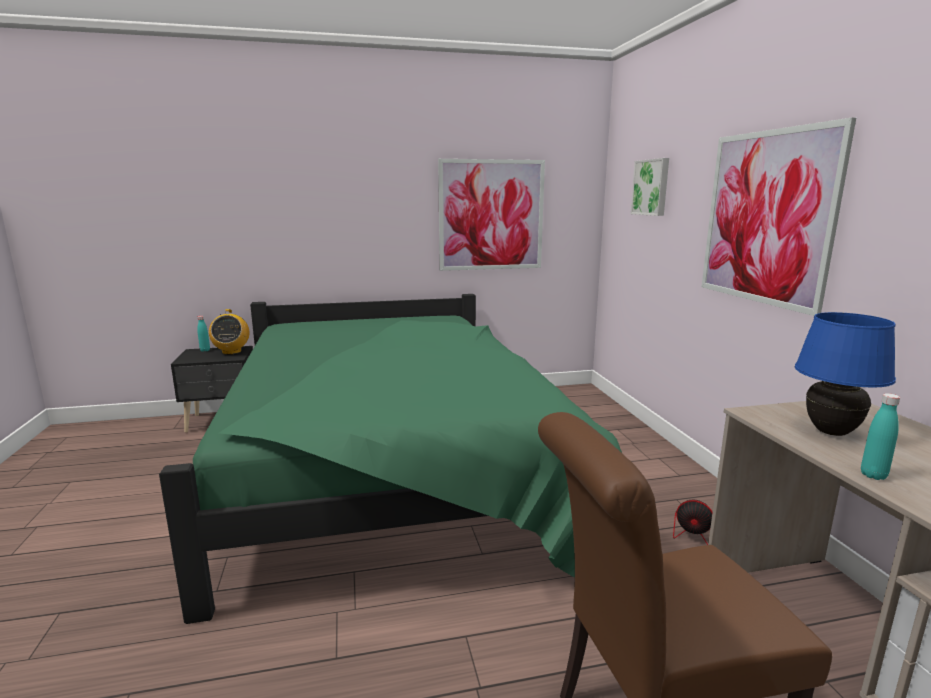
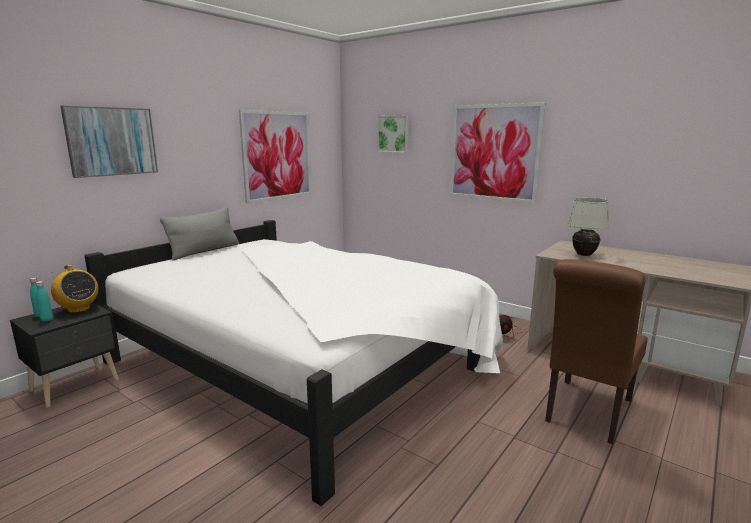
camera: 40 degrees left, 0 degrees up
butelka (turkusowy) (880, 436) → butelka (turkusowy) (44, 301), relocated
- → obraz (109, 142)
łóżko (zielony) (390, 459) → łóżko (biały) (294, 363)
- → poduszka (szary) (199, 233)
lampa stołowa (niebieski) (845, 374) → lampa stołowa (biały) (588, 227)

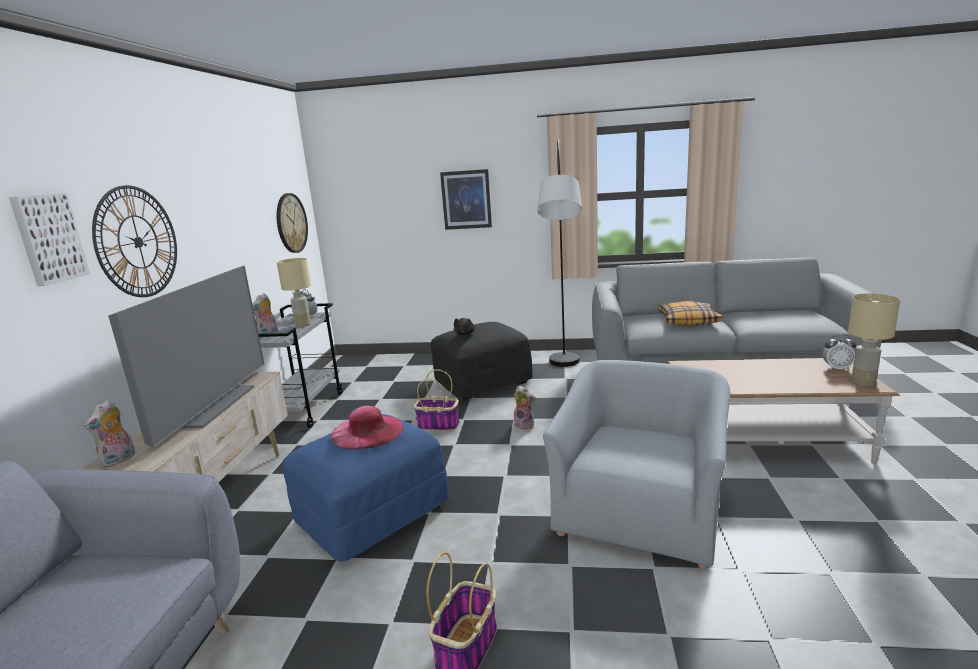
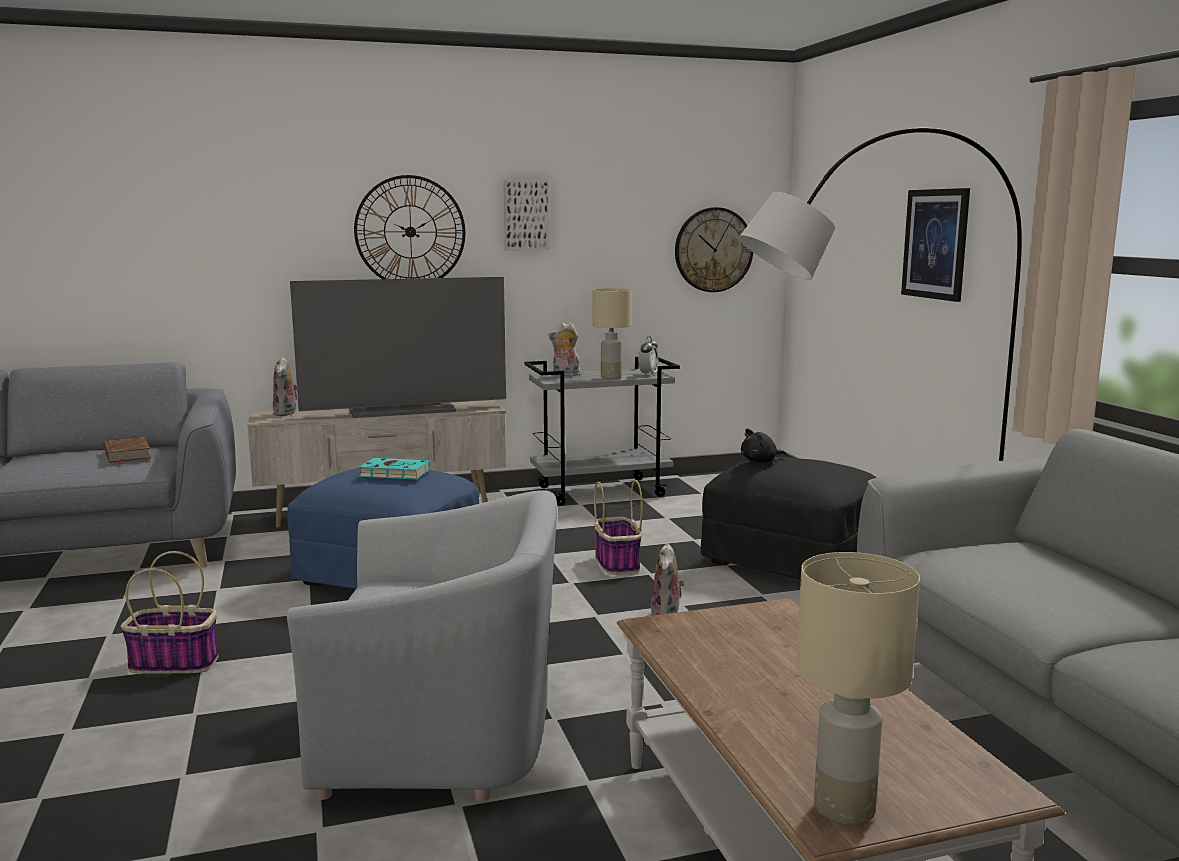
camera: 65 degrees right, 5 degrees down
- → książka (brązowy) (127, 450)
pluszak (109, 434) → pluszak (285, 386), 90 degrees counterclockwise
kapelusz (różowy) (366, 427) → książka (turkusowy) (393, 469)
obraz (49, 239) → obraz (526, 215), relocated
poduszka (690, 313) → -
budzik (839, 352) → -

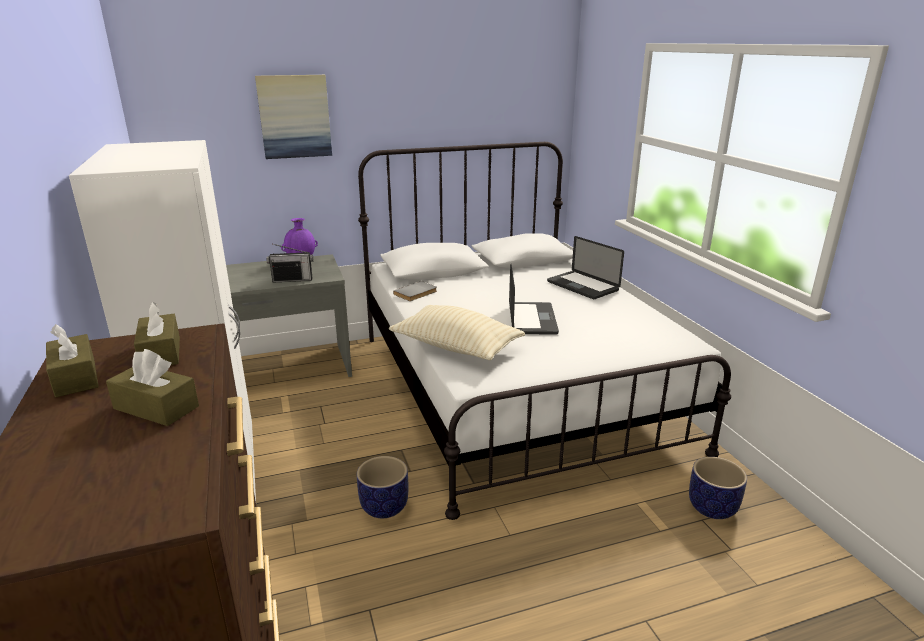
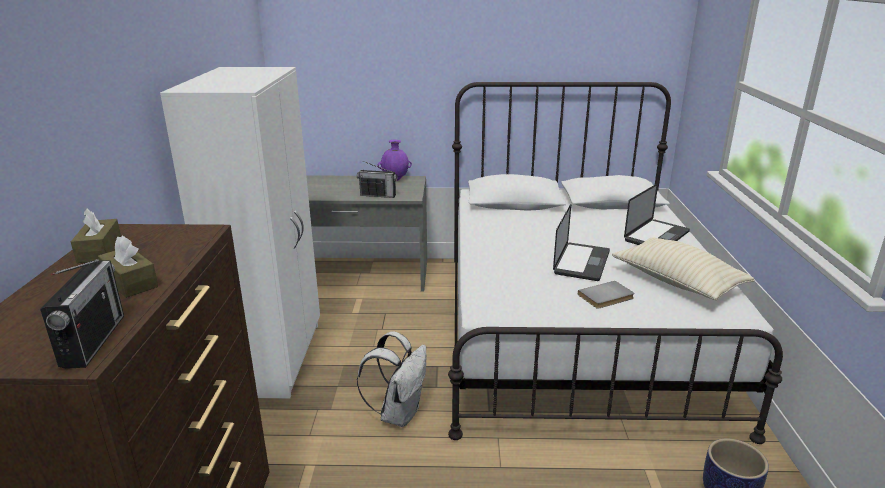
camera: 20 degrees right, 0 degrees up
- → radio (82, 314)
donica (382, 487) → plecak (biały) (392, 379)
książka (szary) (415, 291) → książka (szary) (606, 295), relocated
poduszka (beżowy) (457, 332) → poduszka (beżowy) (683, 269), relocated
laptop (585, 267) → laptop (657, 214), 120 degrees counterclockwise
pudełko chusteczek (brązowy) (157, 333) → -
obraz (293, 117) → -

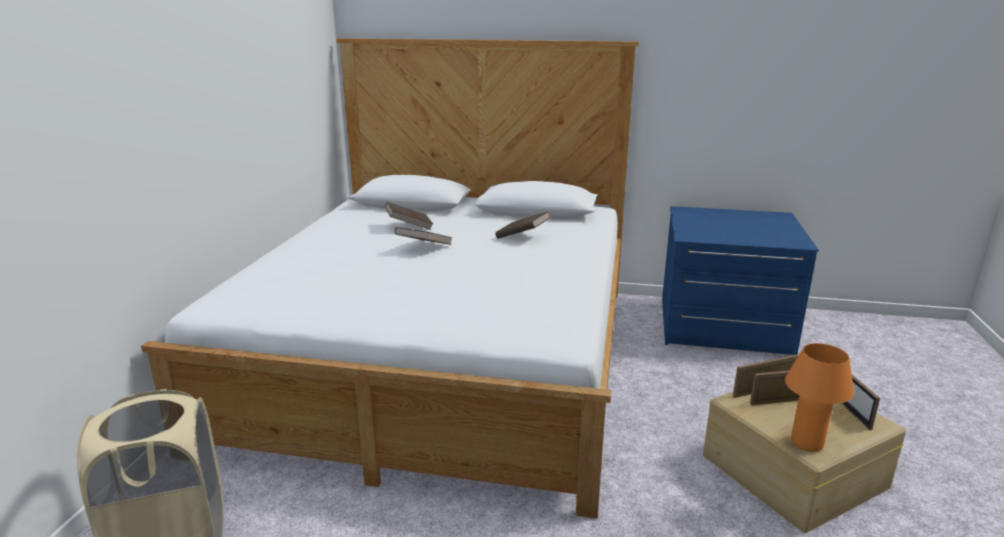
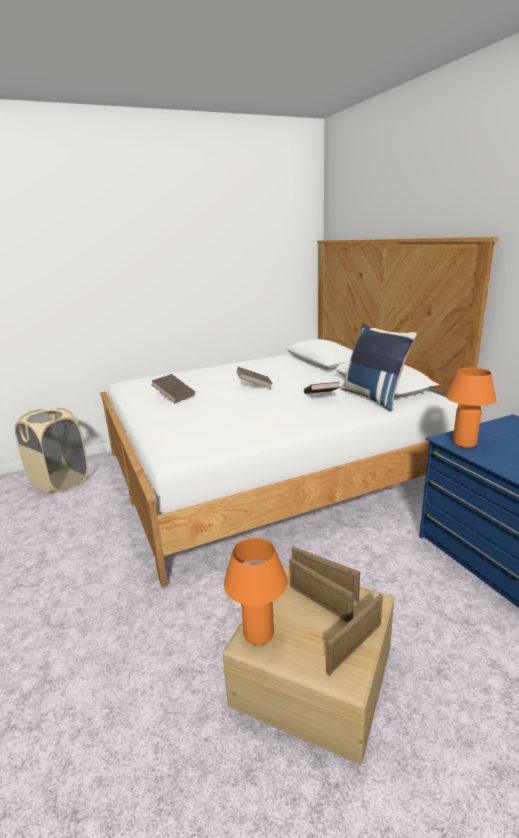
camera: 55 degrees right, 0 degrees up
książka (brązowy) (409, 216) → książka (brązowy) (173, 388), relocated
- → poduszka (niebieski) (379, 367)
- → lampa stołowa (pomarańczowy) (471, 408)

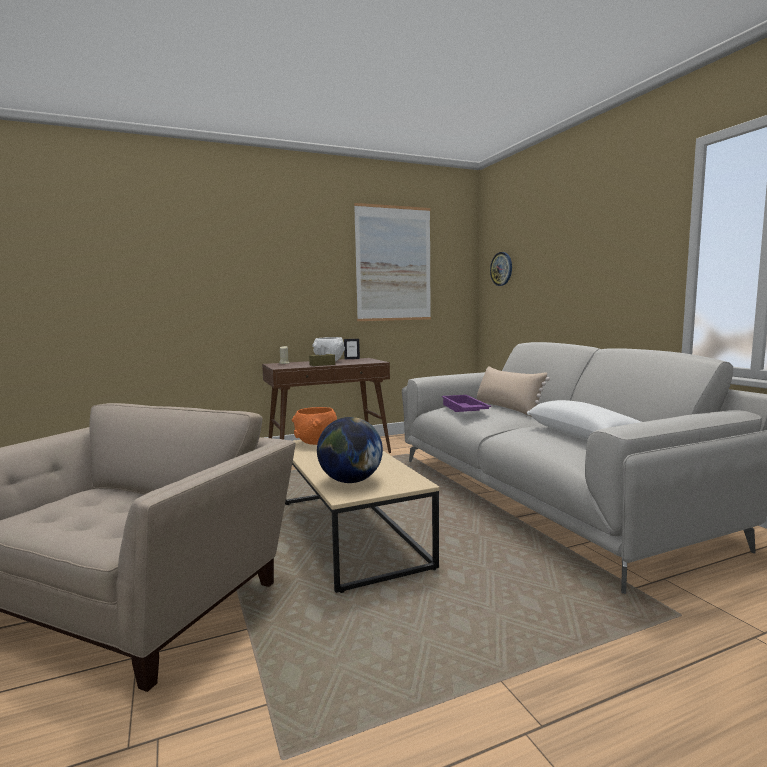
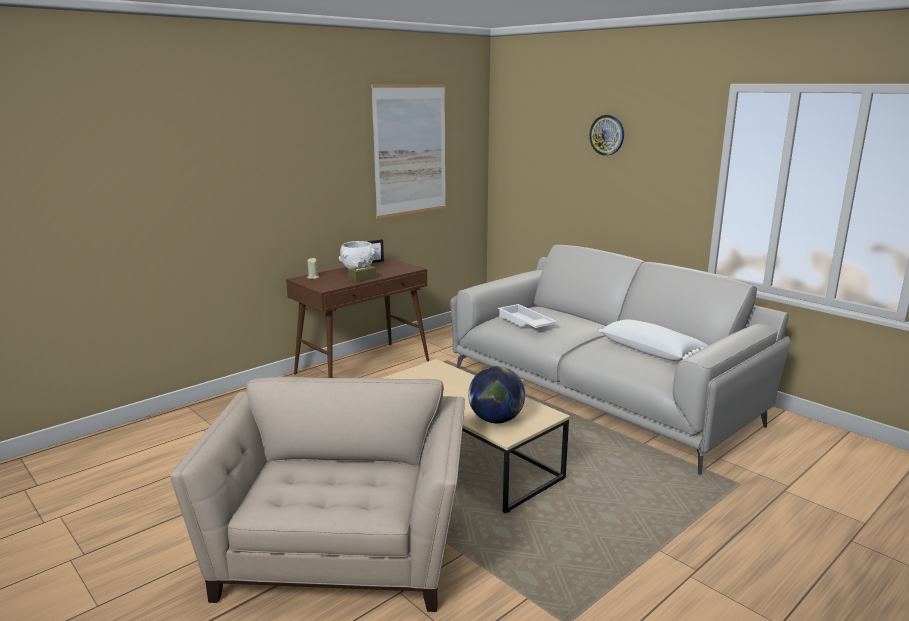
camera: 20 degrees left, 10 degrees up
taca (fioletowy) (466, 403) → taca (biały) (527, 316)
zegar ścienny (501, 269) → zegar ścienny (606, 135), relocated
miska (pomarańczowy) (314, 426) → -
poduszka (beżowy) (513, 391) → -

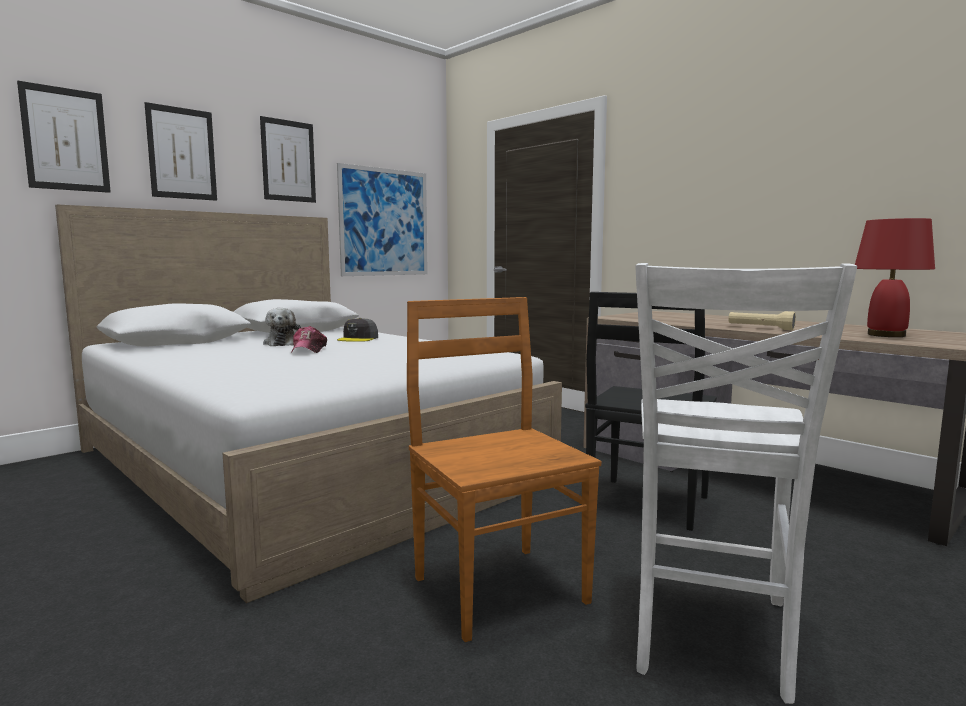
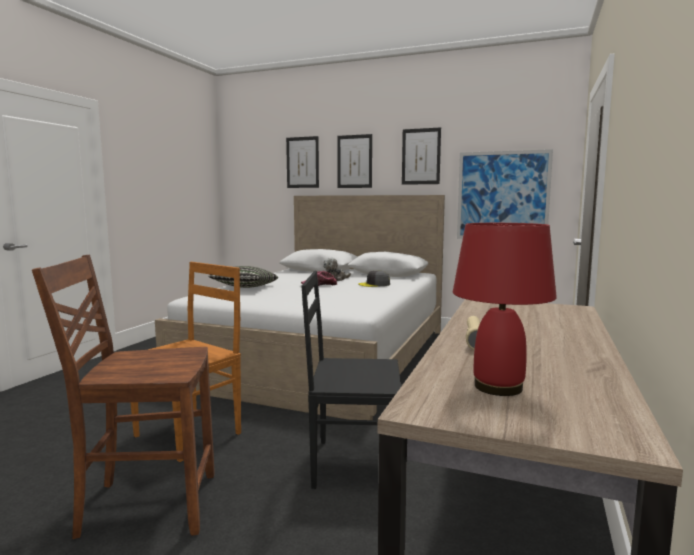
camera: 65 degrees right, 0 degrees up
krzesło (biały) (746, 483) → krzesło (brązowy) (123, 397)
- → poduszka (243, 277)

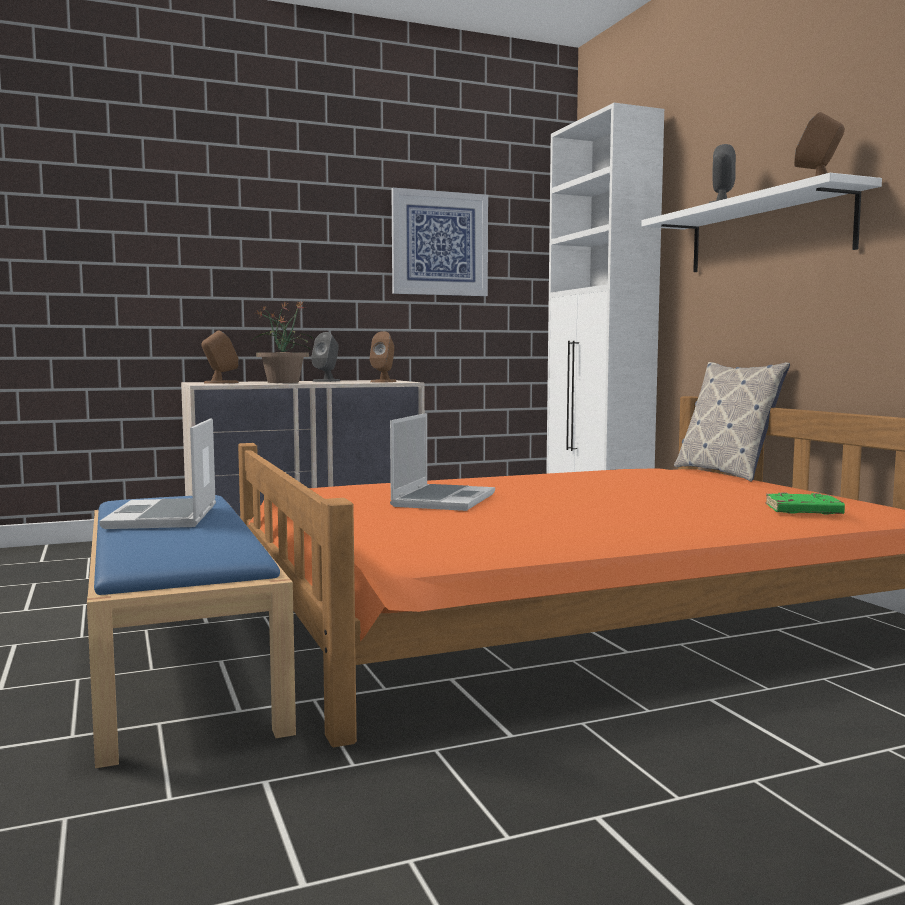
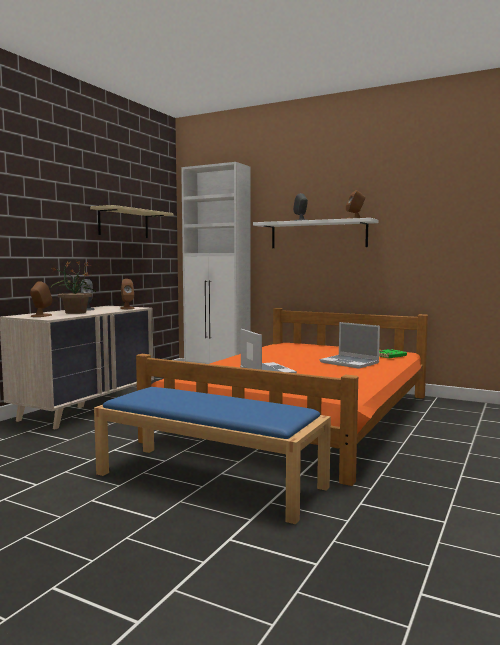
camera: 40 degrees left, 0 degrees up
obraz (439, 242) → półka (beżowy) (132, 221)
laptop (158, 473) → laptop (350, 345), relocated
poduszka (732, 422) → -

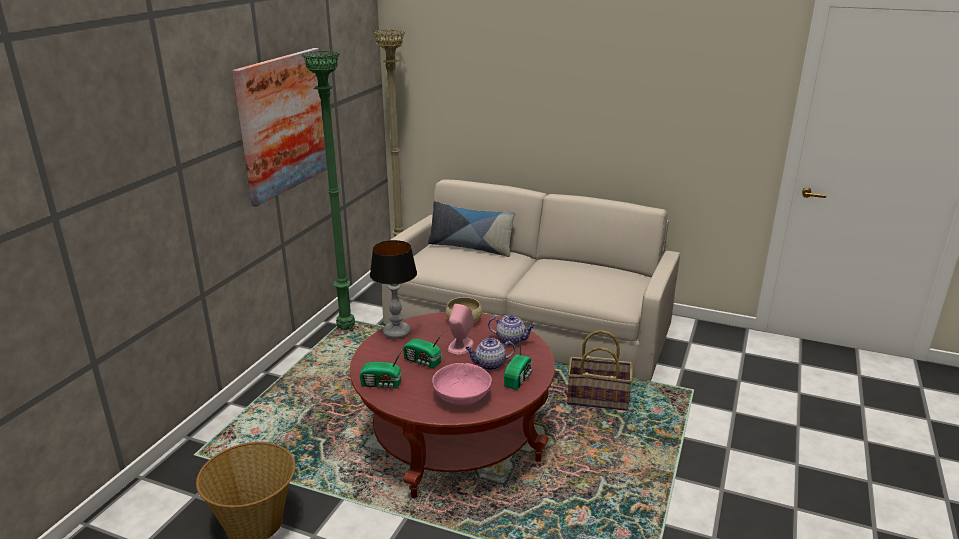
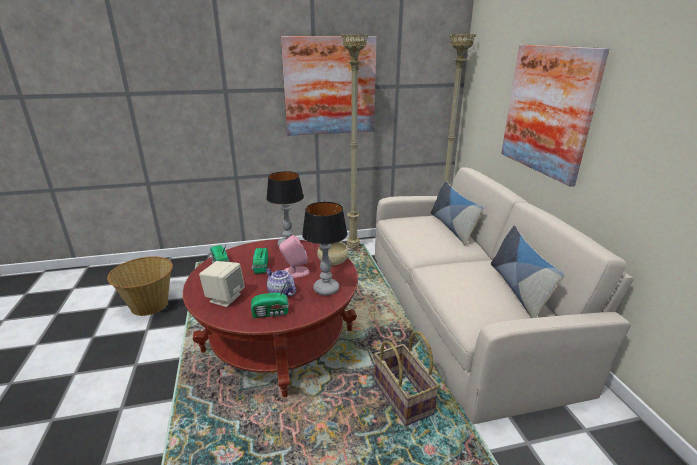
camera: 55 degrees right, 0 degrees up
miska (różowy) (462, 384) → głośnik (beżowy) (222, 284)
imbryk (511, 330) → lampa stołowa (324, 249)
lampa stojąca (zielony) (328, 190) → lampa stojąca (beżowy) (355, 141)
- → poduszka (528, 271)
- → obraz (555, 115)

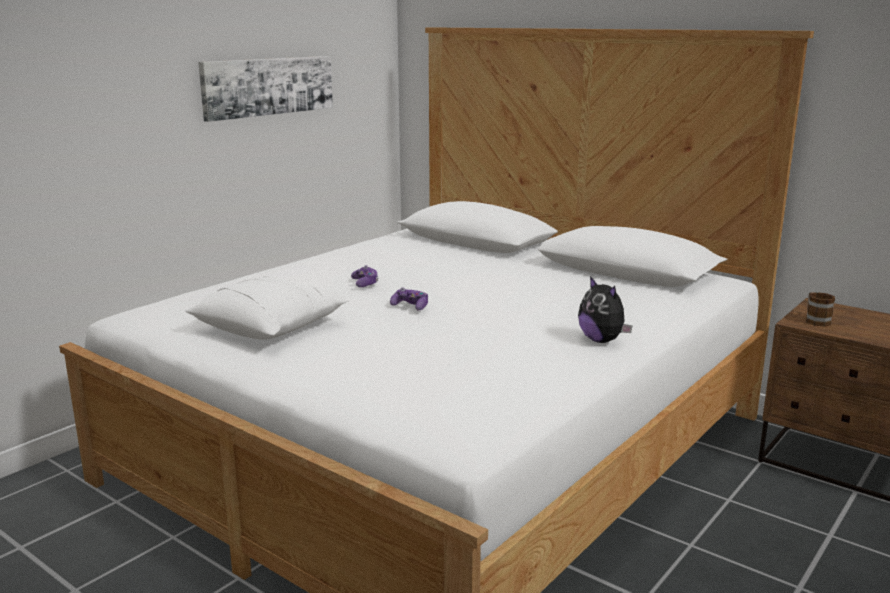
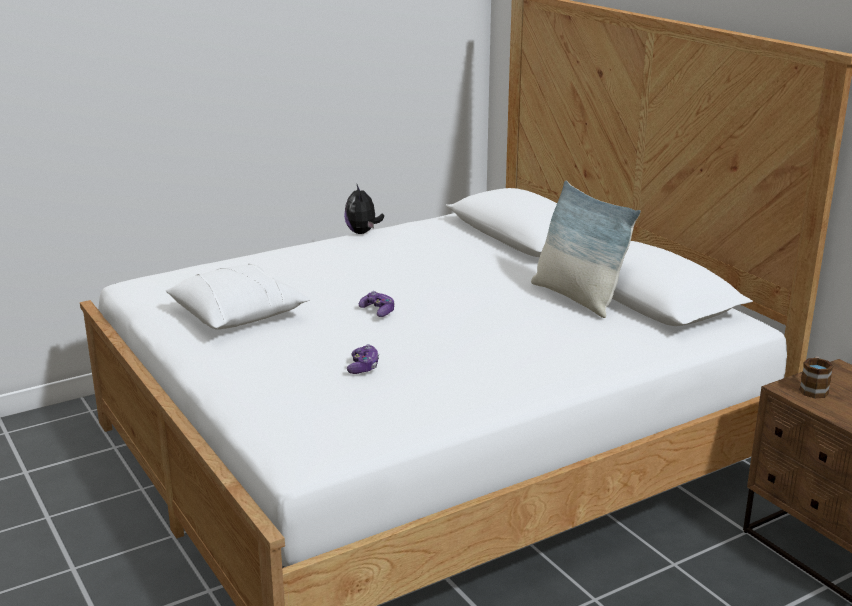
camera: 20 degrees right, 5 degrees up
pluszak (605, 309) → pluszak (364, 208), relocated
pad do gier (365, 276) → pad do gier (363, 359), relocated
- → poduszka (586, 249)
obraz (265, 89) → -

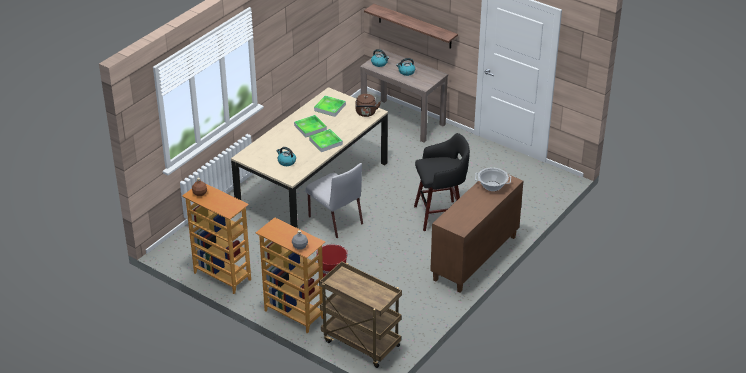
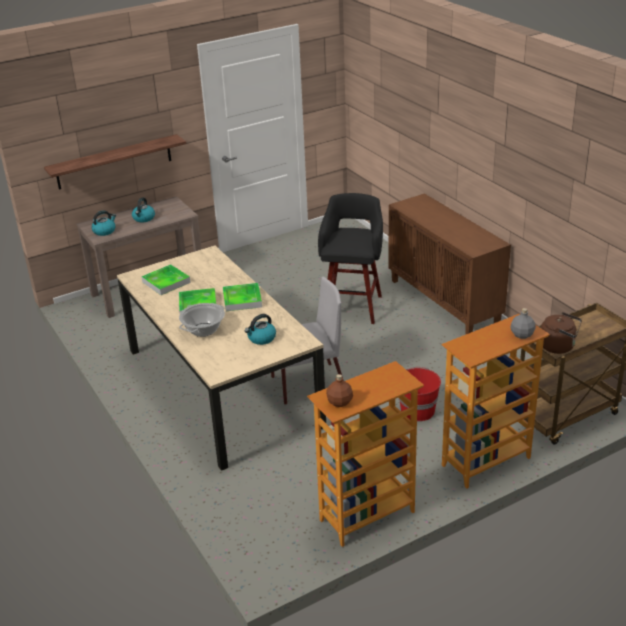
camera: 65 degrees left, 5 degrees down
garnek (493, 179) → garnek (202, 320), relocated
czajnik (brązowy) (368, 105) → czajnik (brązowy) (561, 333), relocated

